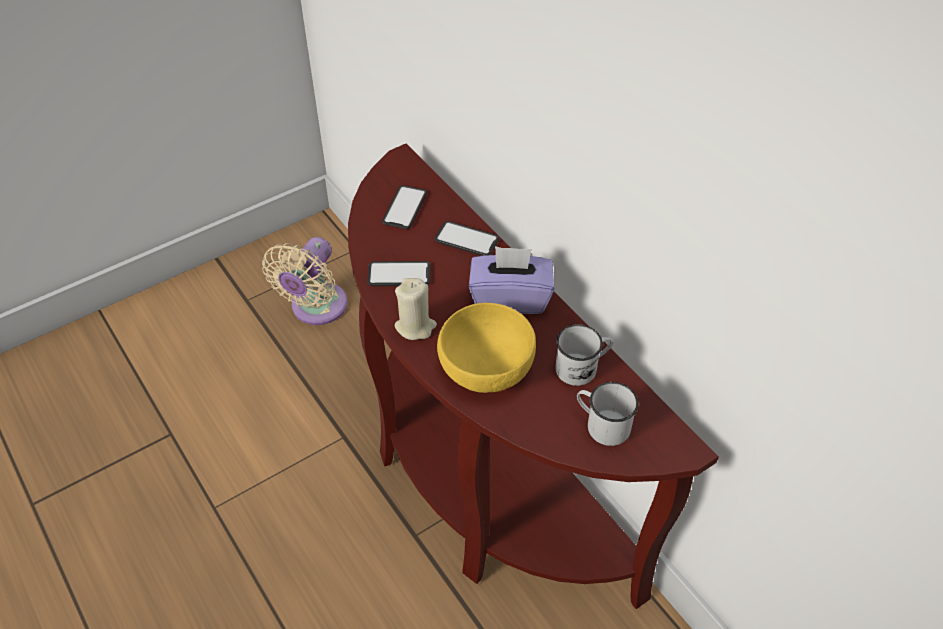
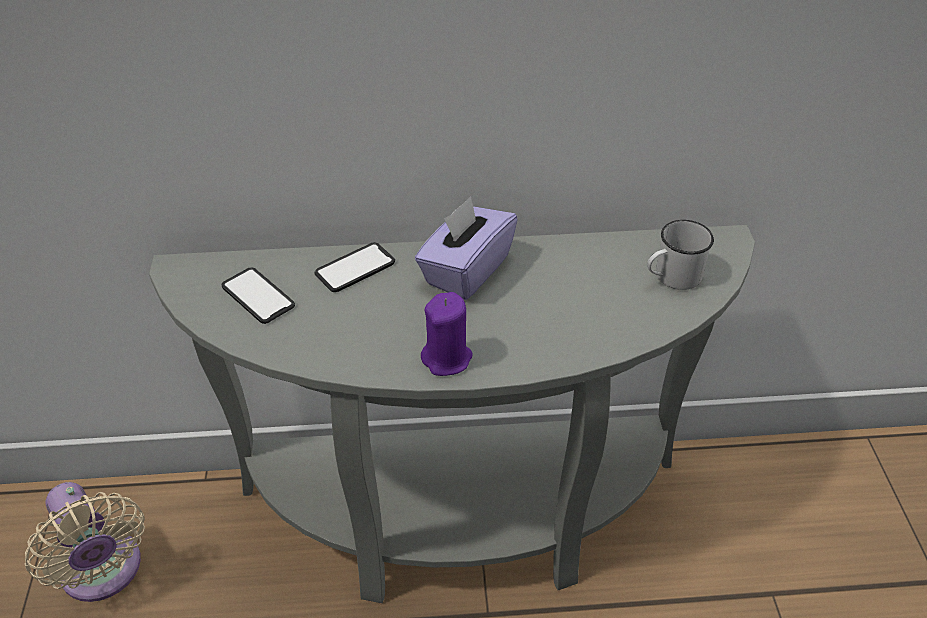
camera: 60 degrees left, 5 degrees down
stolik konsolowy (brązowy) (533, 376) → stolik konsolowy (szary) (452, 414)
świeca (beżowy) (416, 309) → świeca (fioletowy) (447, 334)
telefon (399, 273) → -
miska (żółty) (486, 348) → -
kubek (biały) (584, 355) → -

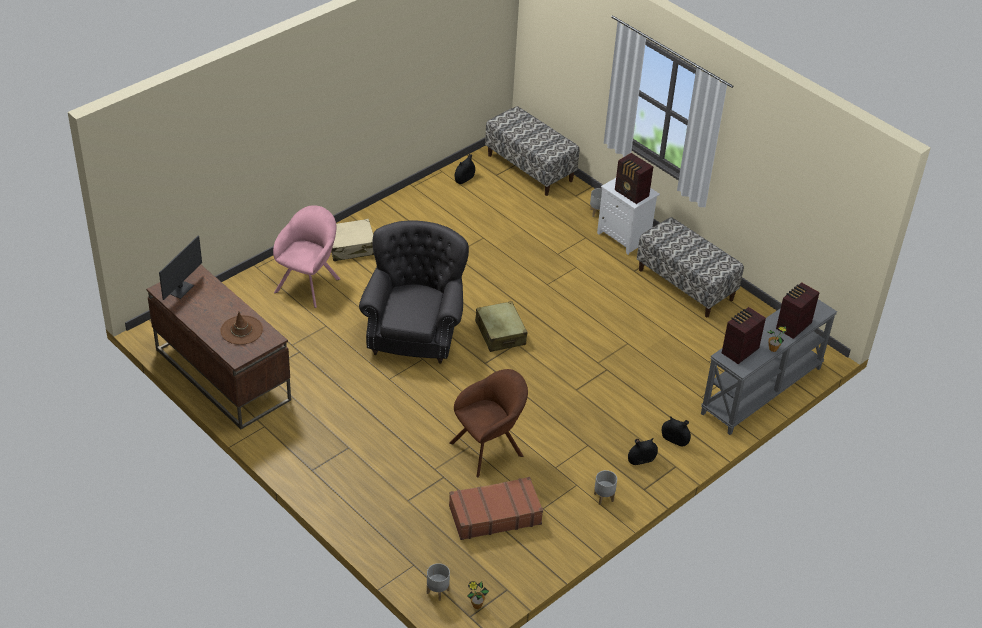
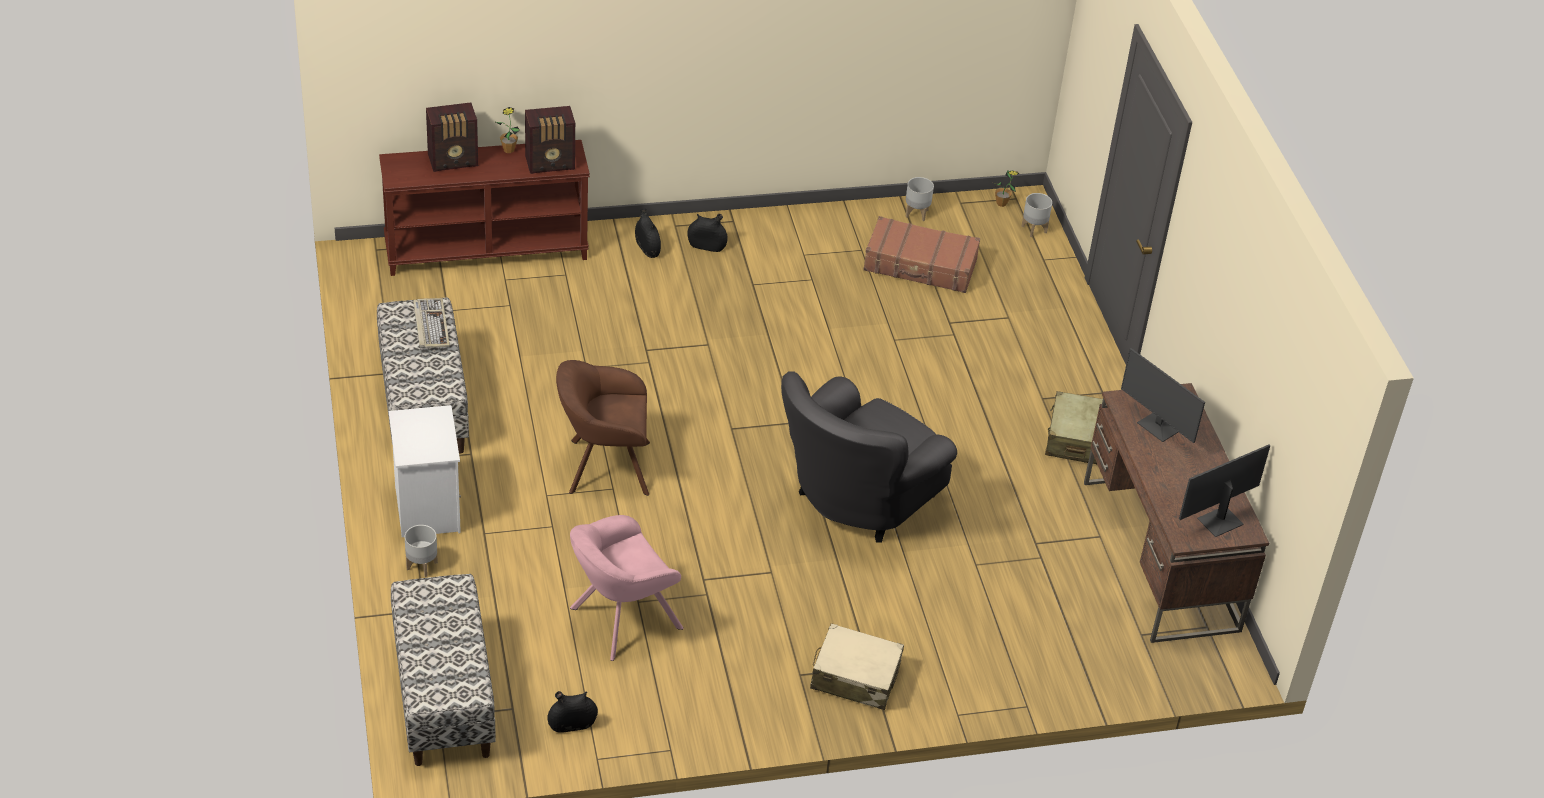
camera: 150 degrees left, 0 degrees up
stolik konsolowy (szary) (769, 367) → stolik konsolowy (brązowy) (484, 208)
- → klawiatura (431, 323)
fotel (brązowy) (488, 423) → fotel (brązowy) (603, 428), relocated
fotel (różowy) (306, 256) → fotel (różowy) (627, 588), relocated
donica (szary) (605, 487) → donica (szary) (920, 199), relocated
walizka (beżowy) (501, 326) → walizka (beżowy) (1074, 427), relocated
kapelusz (brązowy) (241, 328) → monitor (1163, 395)
radio (634, 178) → -

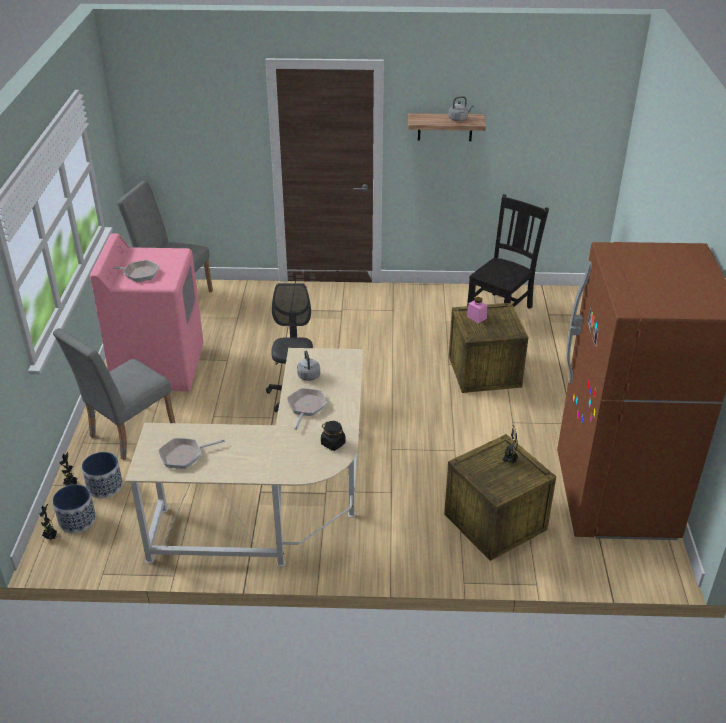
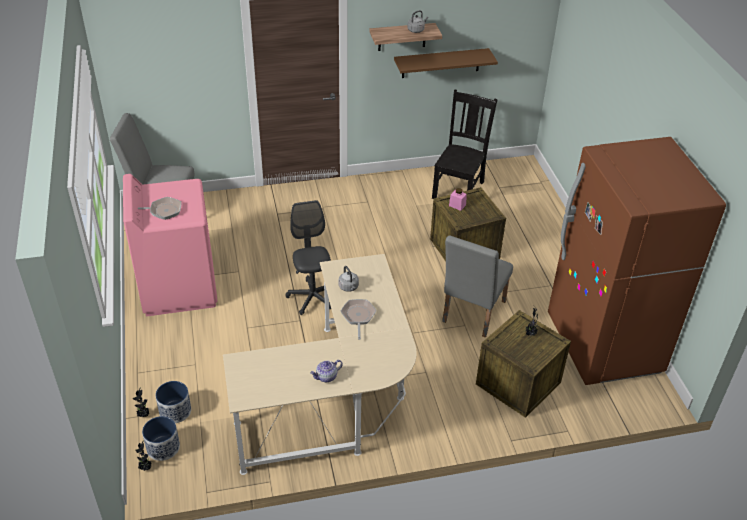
camera: 15 degrees left, 5 degrees up
- → imbryk (326, 371)
- → półka (brązowy) (446, 63)
krzesło (szary) (114, 394) → krzesło (szary) (477, 286), relocated
patelnia (191, 453) → -
słoik (czarny) (333, 436) → -

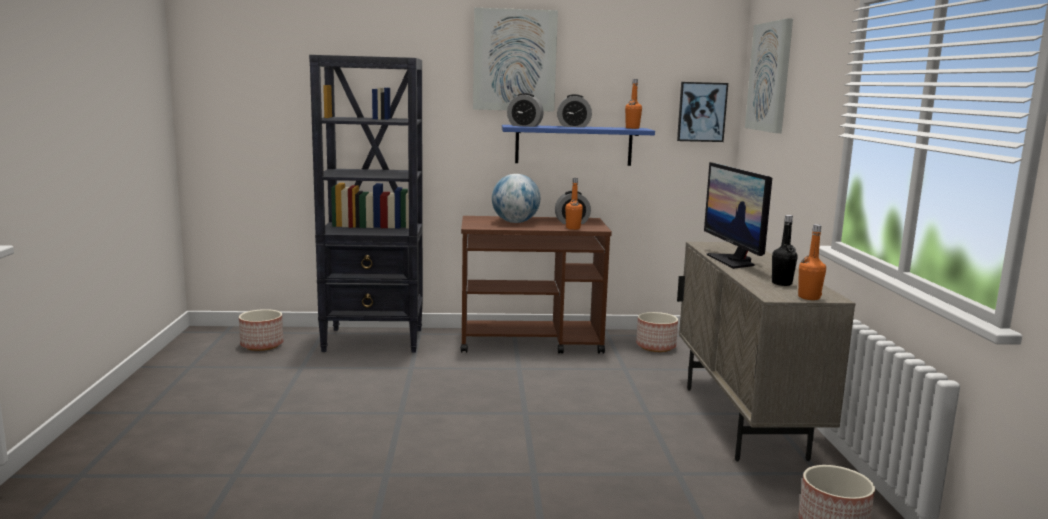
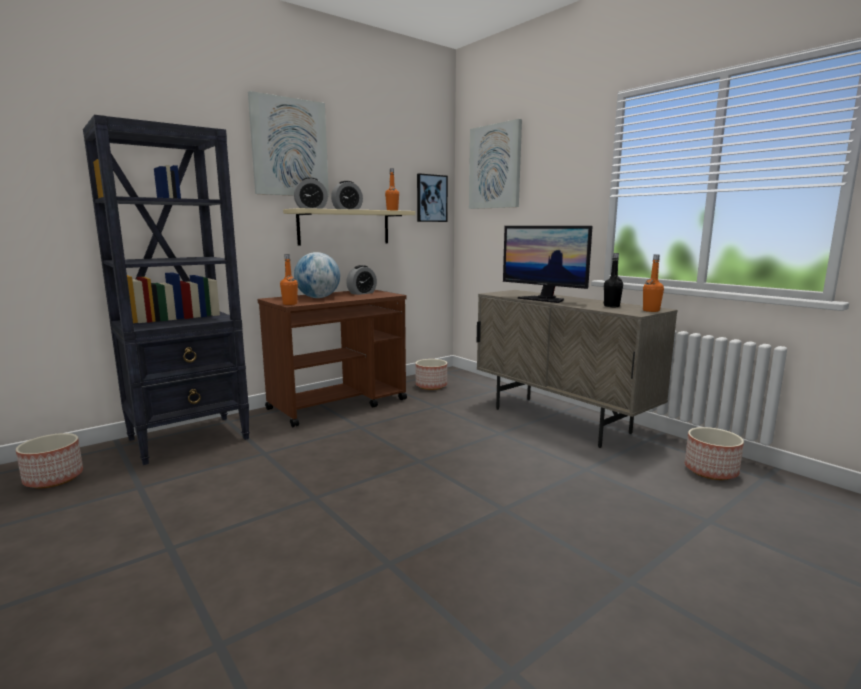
camera: 35 degrees left, 0 degrees up
butelka (pomarańczowy) (574, 204) → butelka (pomarańczowy) (289, 279), relocated
półka (niebieski) (578, 145) → półka (beżowy) (349, 226)

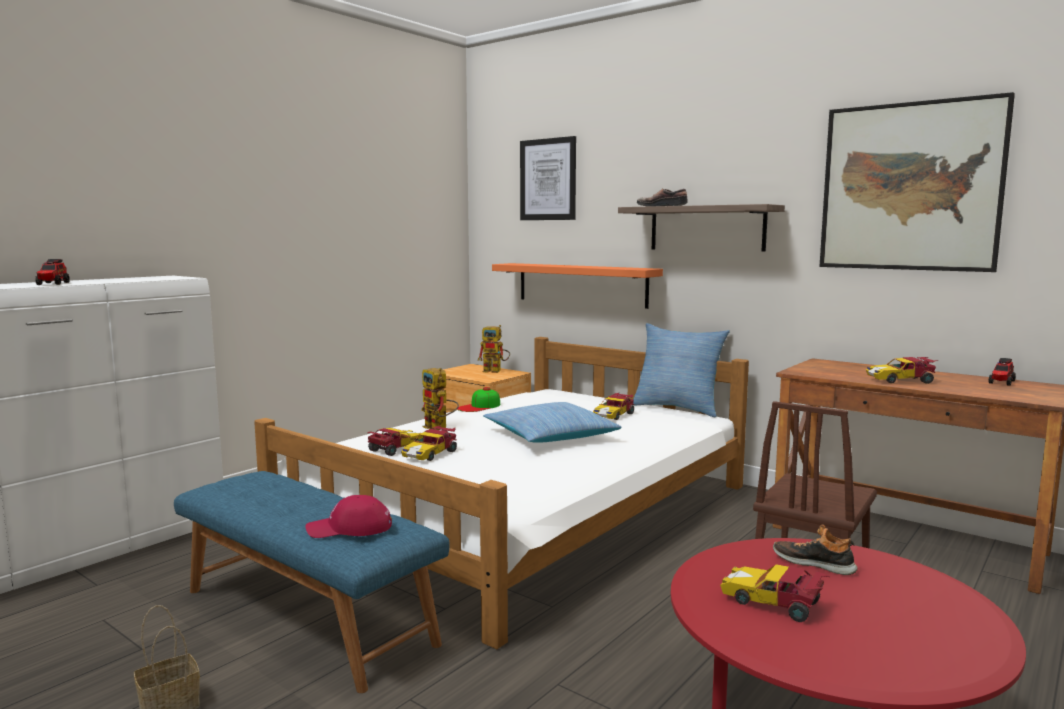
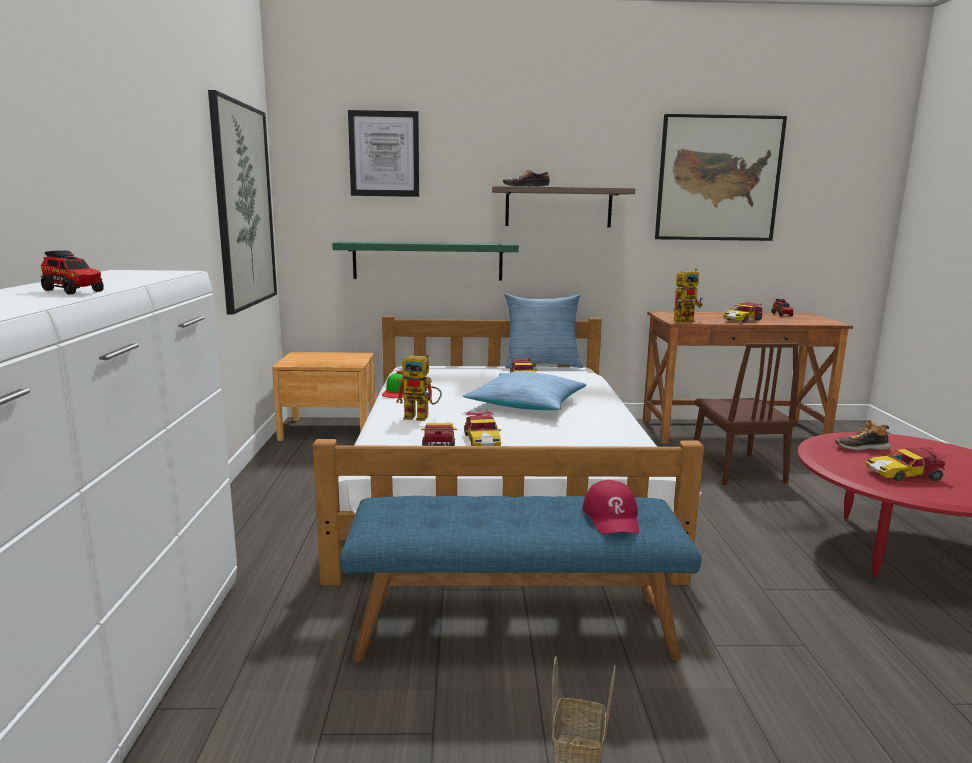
camera: 40 degrees left, 5 degrees up
- → obraz (242, 202)
półka (pomarańczowy) (577, 286) → półka (zielony) (425, 261)
czapka z daszkiem (czerwony) (349, 516) → czapka z daszkiem (czerwony) (611, 507), 45 degrees counterclockwise
robot zabawkowy (494, 349) → robot zabawkowy (688, 295), relocated

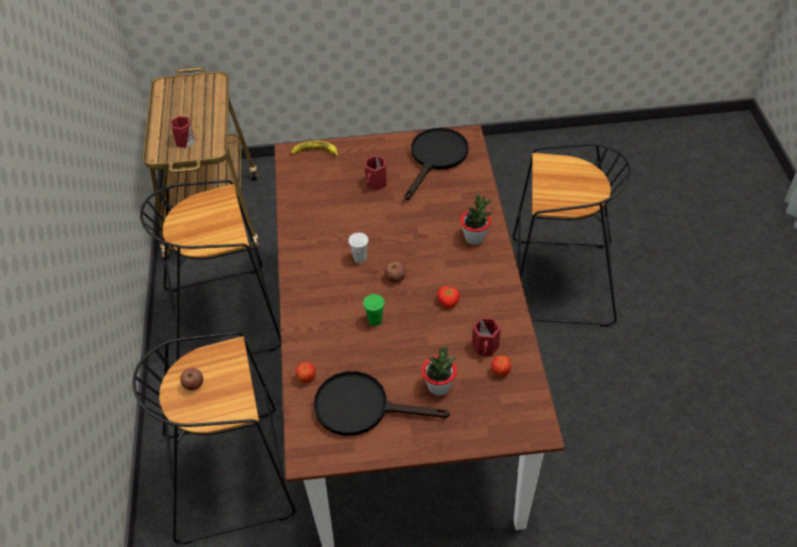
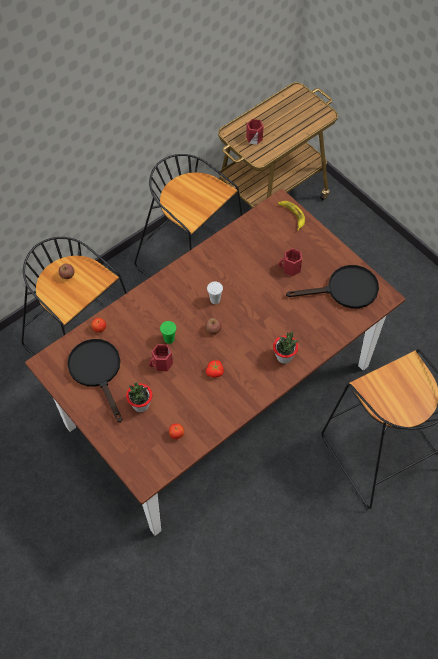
camera: 55 degrees right, 10 degrees up
kubek (czerwony) (486, 337) → kubek (czerwony) (161, 357), relocated

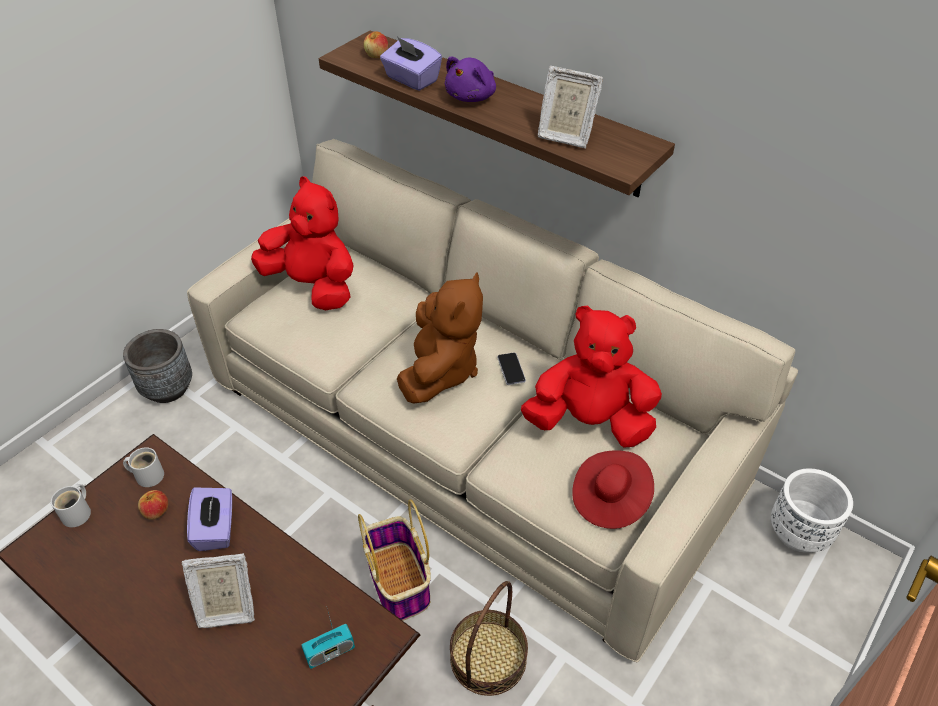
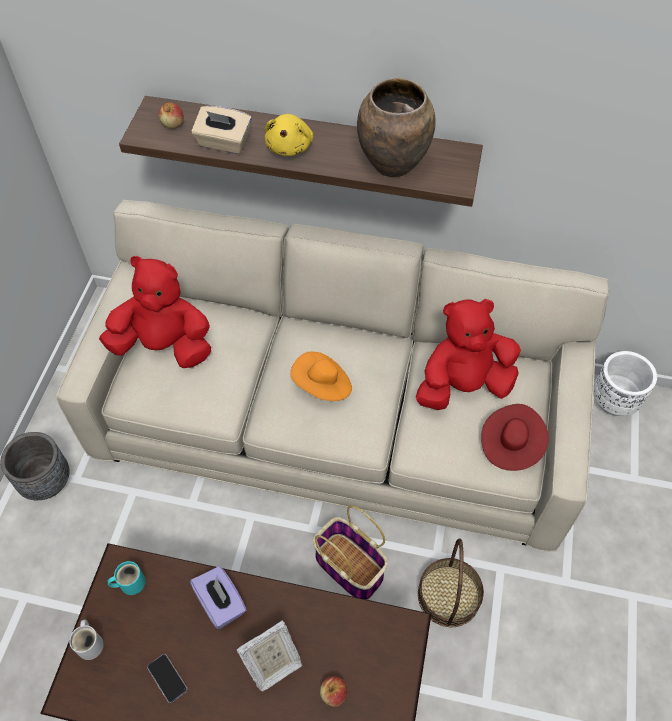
camera: 25 degrees left, 10 degrees up
kubek (biały) (143, 467) → kubek (turkusowy) (126, 578)
telefon (511, 369) → telefon (167, 678), relocated
pudełko chusteczek (fioletowy) (411, 64) → pudełko chusteczek (beżowy) (221, 130)
pluszak (fioletowy) (470, 79) → pluszak (żółty) (289, 135)
pluszak (brązowy) (440, 338) → kapelusz (pomarańczowy) (321, 376)
jabłko (153, 505) → jabłko (333, 691), relocated
ramka na zdjęcie (570, 107) → wazon (brązowy) (396, 127)
radio (328, 638) → -

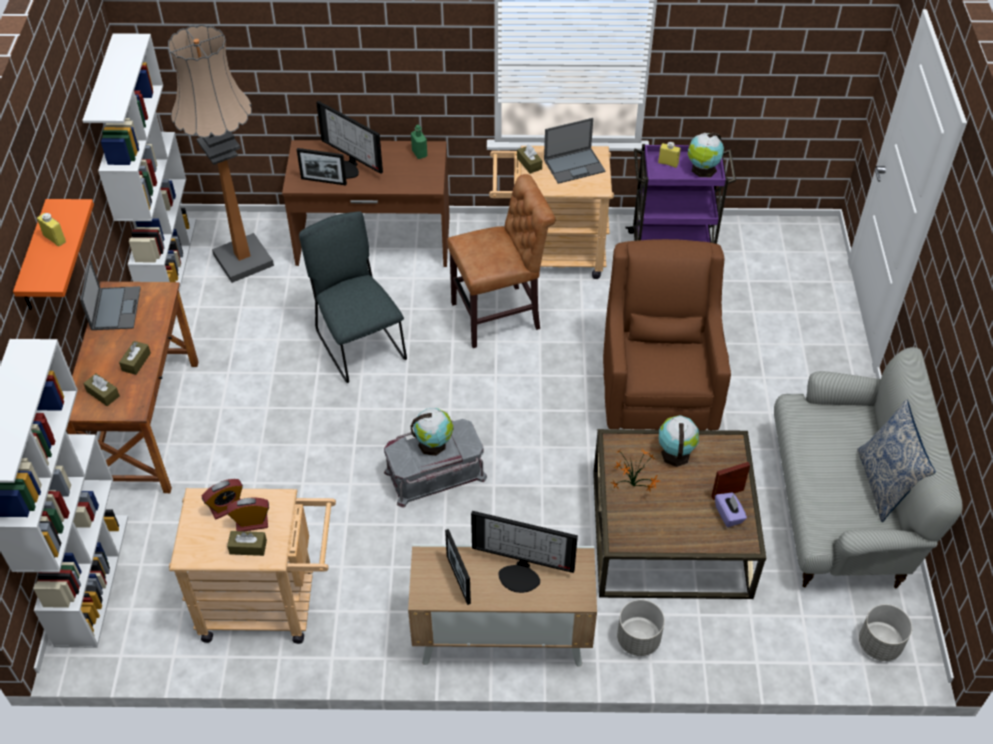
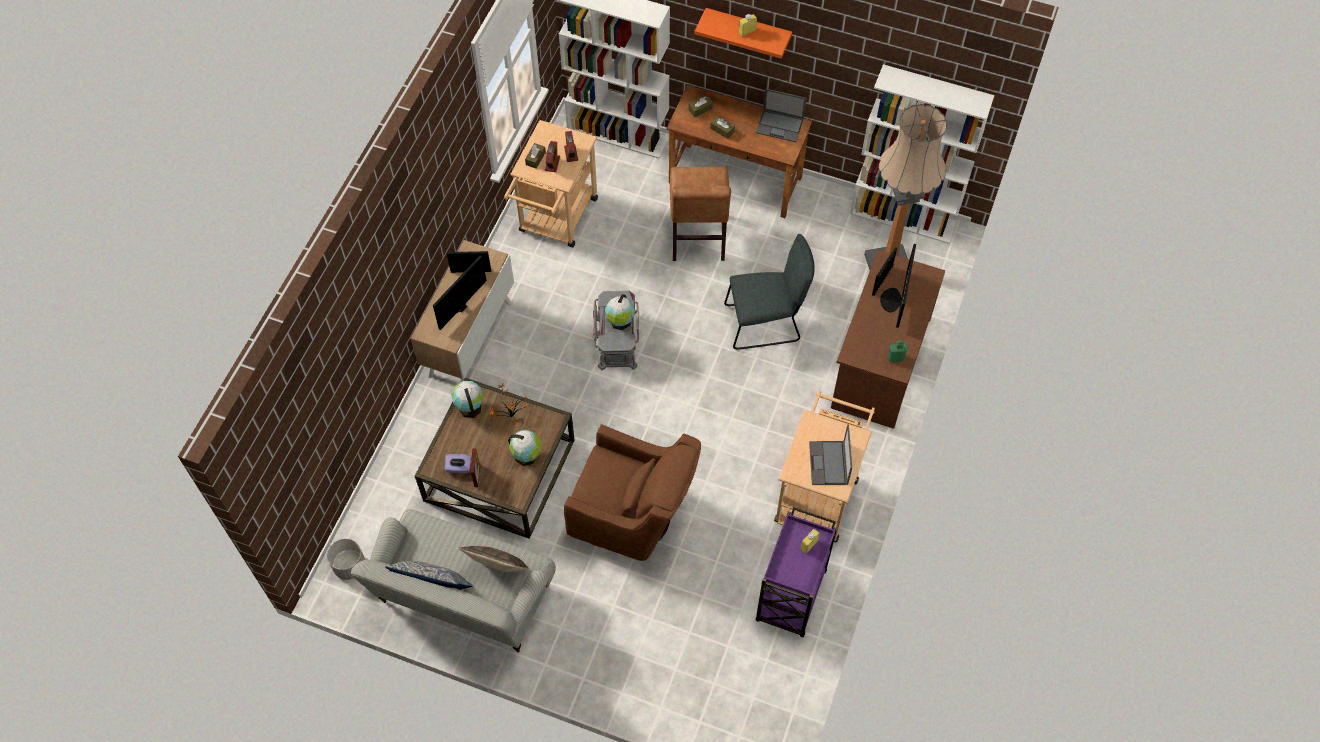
camera: 110 degrees right, 10 degrees up
globus (706, 155) → globus (467, 399), relocated
- → poduszka (493, 559)
krzesło (brązowy) (501, 261) → krzesło (brązowy) (700, 214), relocated
monitor (349, 140) → monitor (898, 286), 45 degrees counterclockwise
pudełko chusteczek (brązowy) (529, 159) → -
donica (szary) (641, 627) → -

